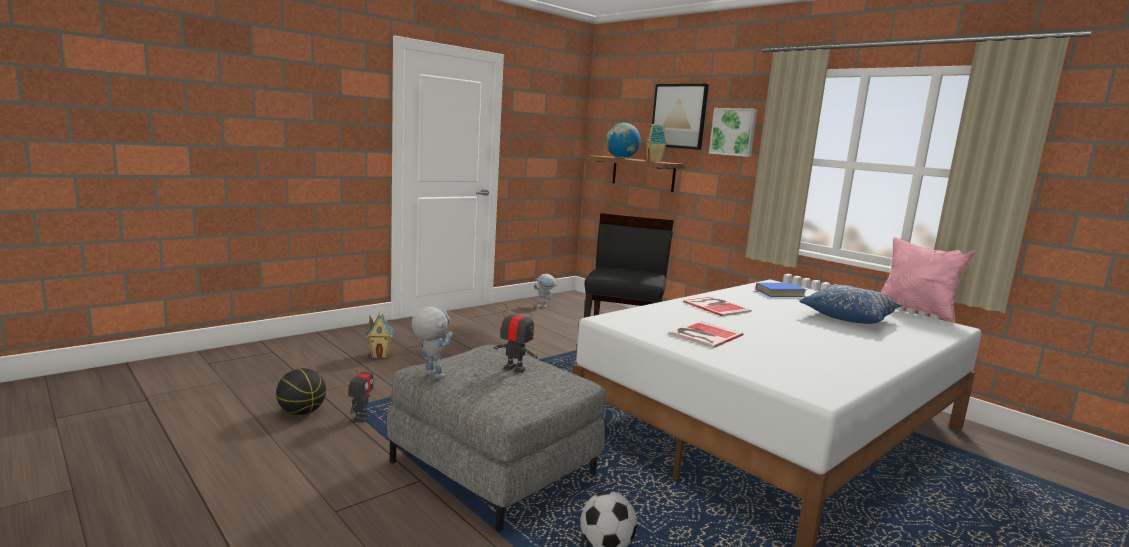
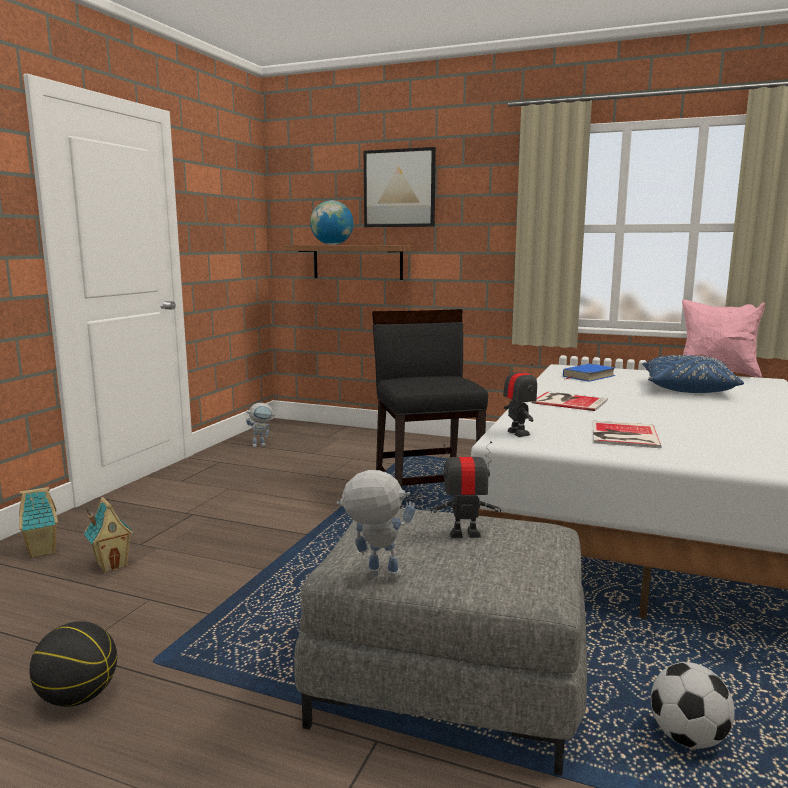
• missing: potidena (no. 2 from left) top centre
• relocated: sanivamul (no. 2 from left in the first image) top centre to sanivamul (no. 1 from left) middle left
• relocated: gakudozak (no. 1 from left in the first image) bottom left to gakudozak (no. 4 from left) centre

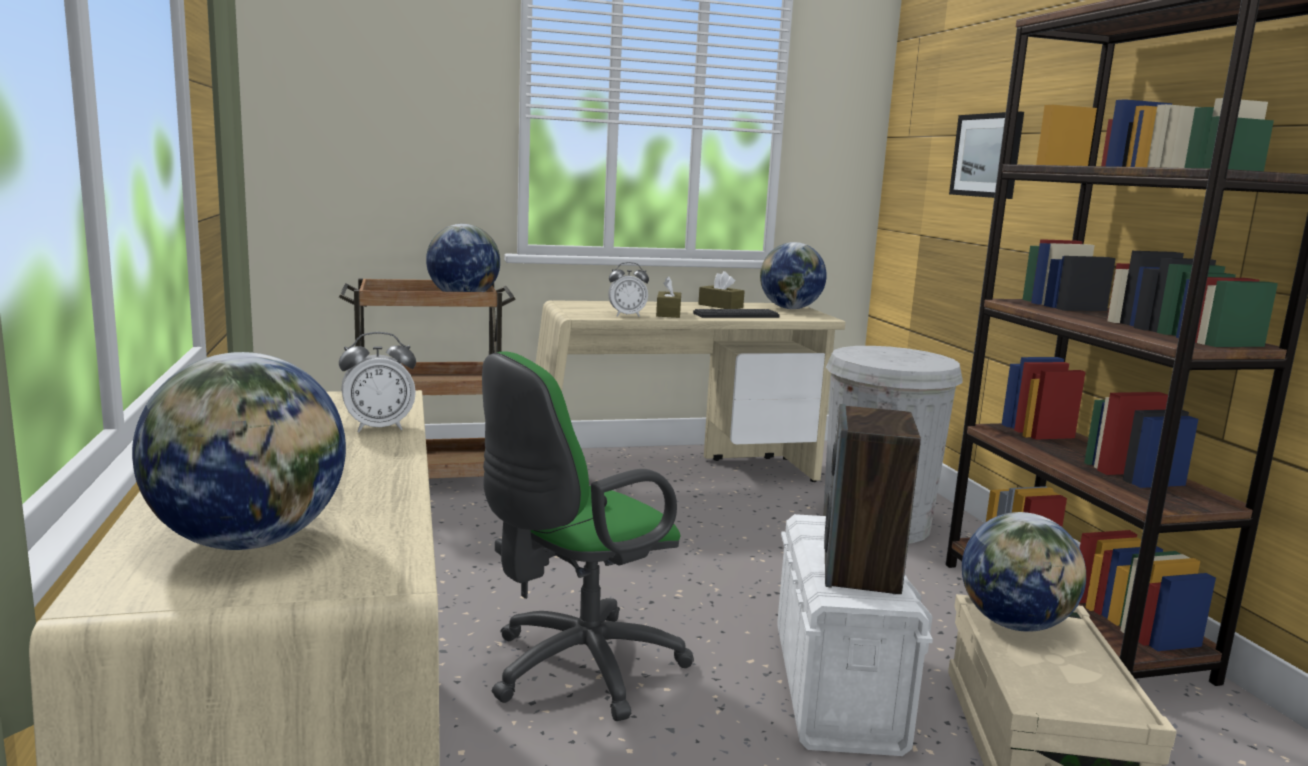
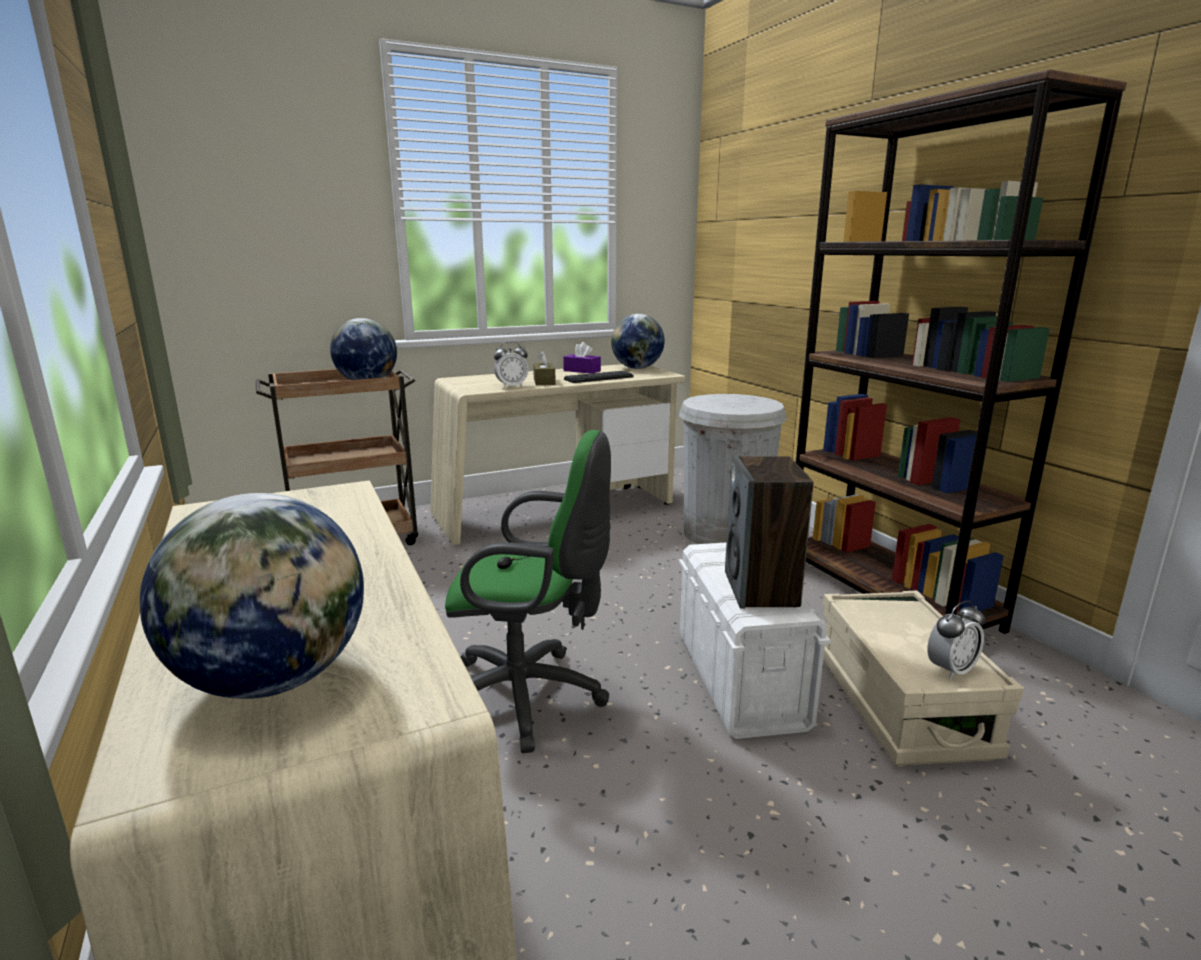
• missing: potidena top right
• colour: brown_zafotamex (no. 2 from left) centre to purple_zafotamex centre
• relocated: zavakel (no. 1 from left in the first image) middle left to zavakel (no. 2 from left) bottom right
• spun: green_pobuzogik bottom centre = centre 120 degrees counterclockwise
• missing: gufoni (no. 4 from left) bottom right

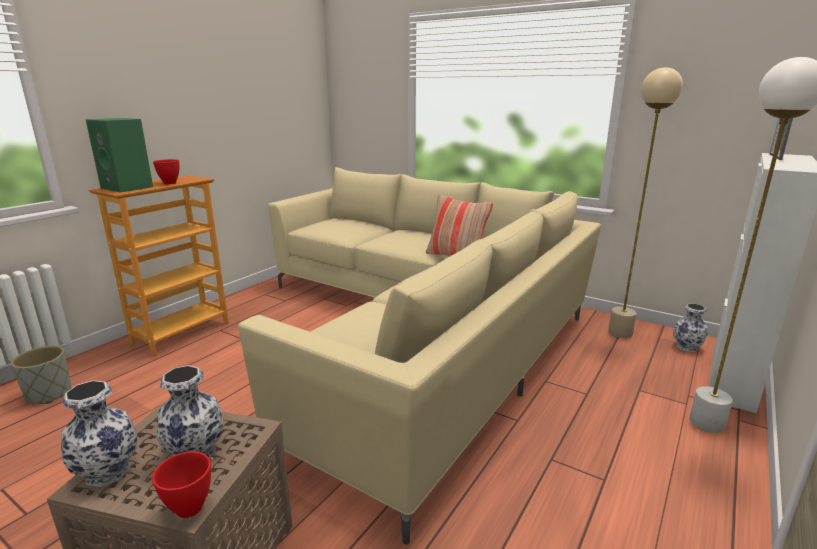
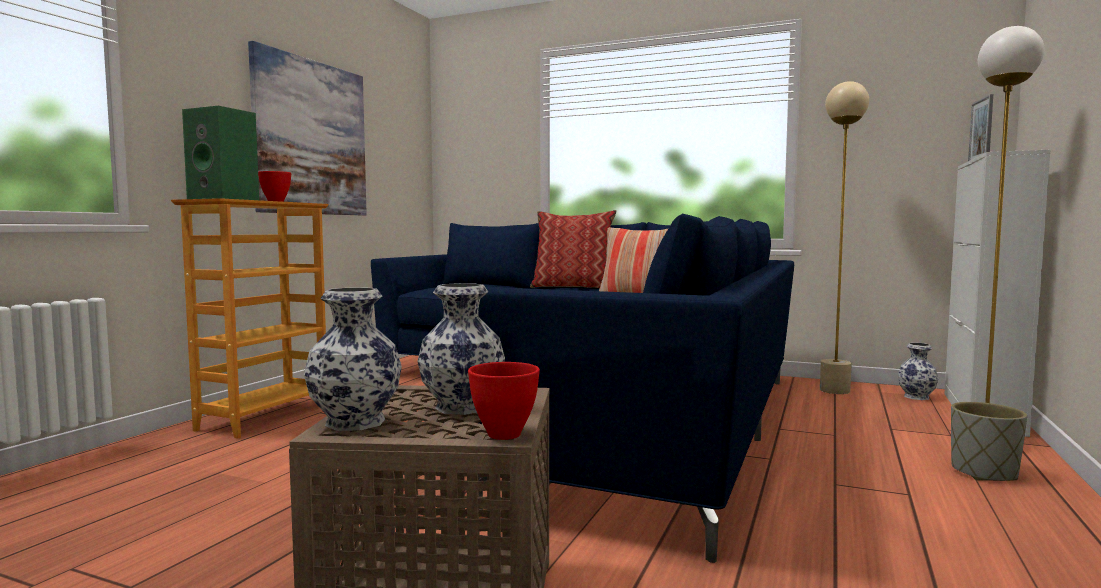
• colour: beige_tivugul centre to blue_tivugul centre
• relocated: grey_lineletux bottom left to bottom right
• appeared: potidena top left
• appeared: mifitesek (no. 1 from left) centre

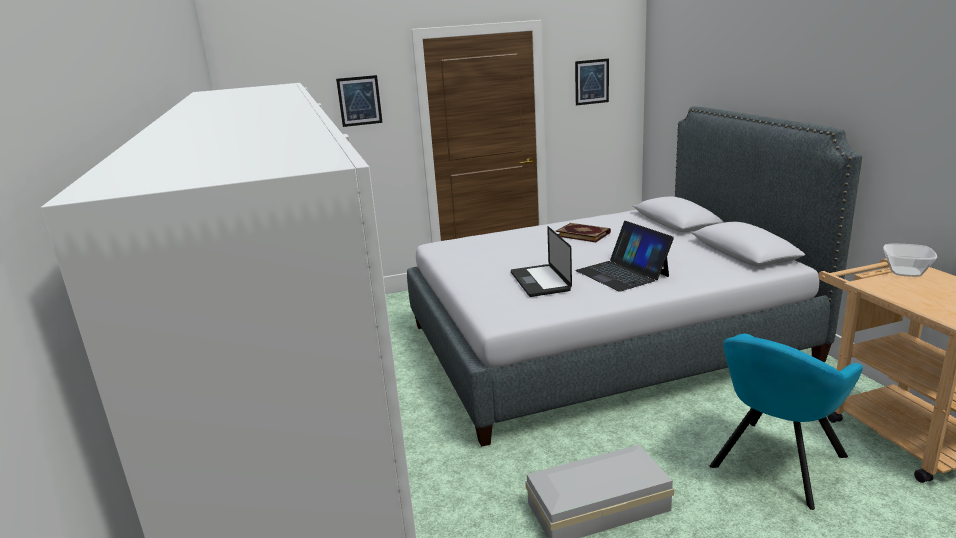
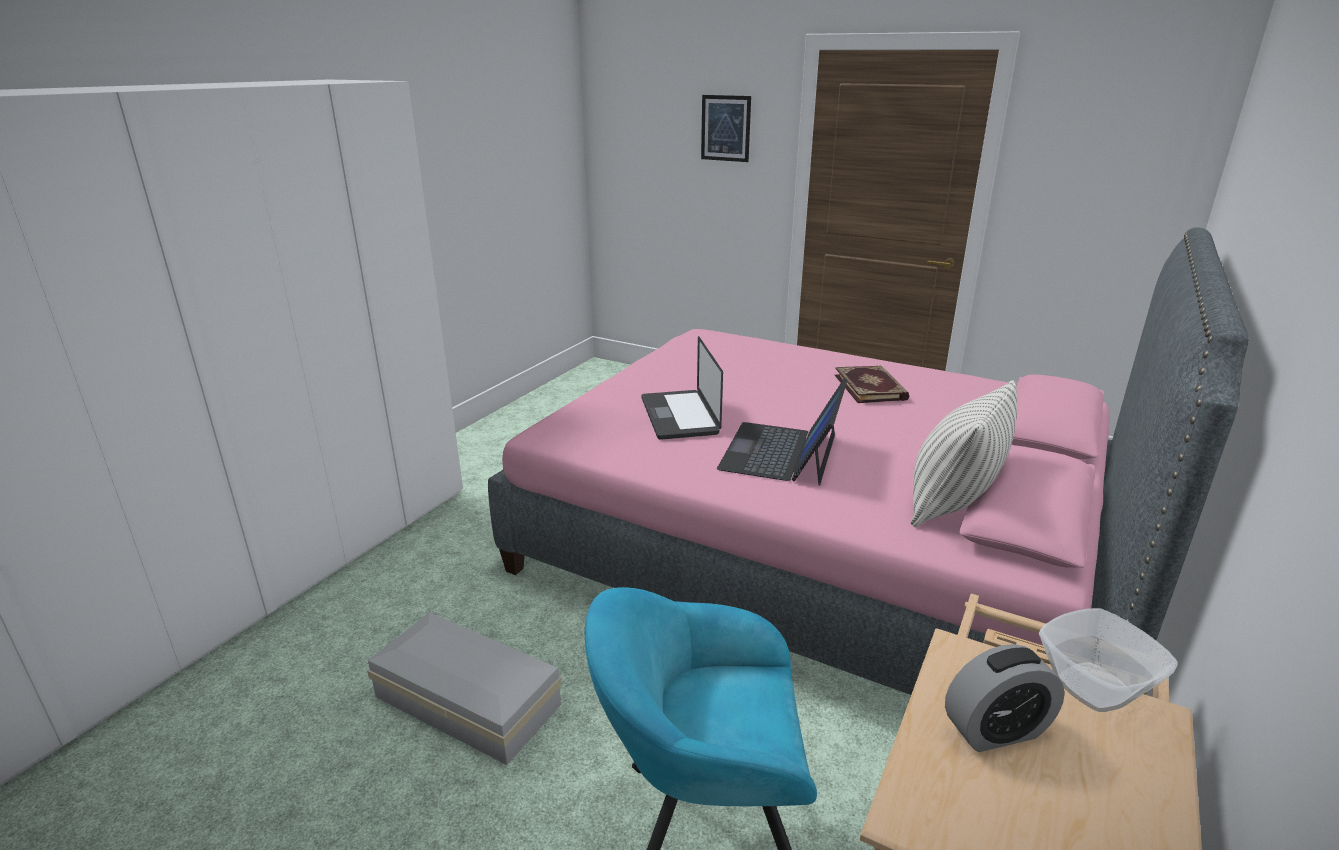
• missing: potidena (no. 2 from left) top centre
• colour: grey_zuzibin centre to pink_zuzibin centre
• spun: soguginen (no. 1 from left) centre = centre 45 degrees counterclockwise
• appeared: mifitesek middle right
• appeared: zavakel bottom right

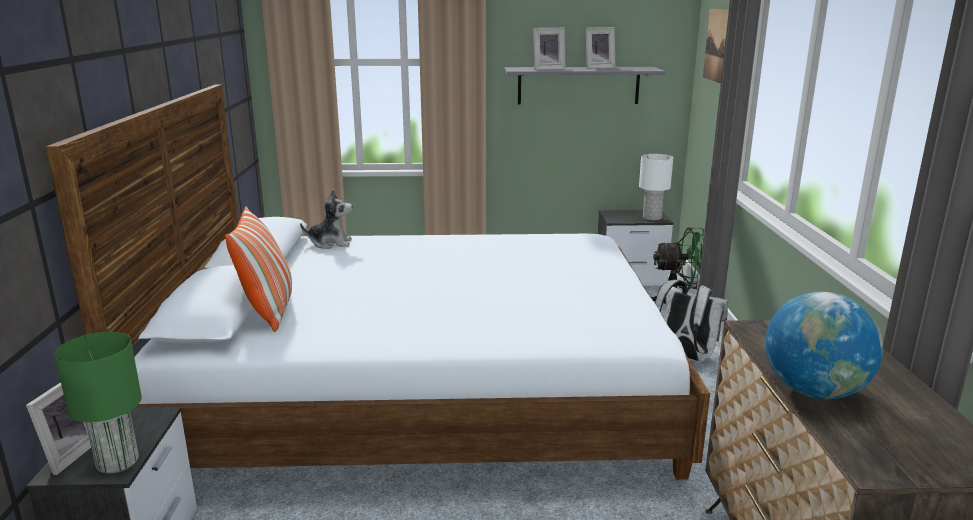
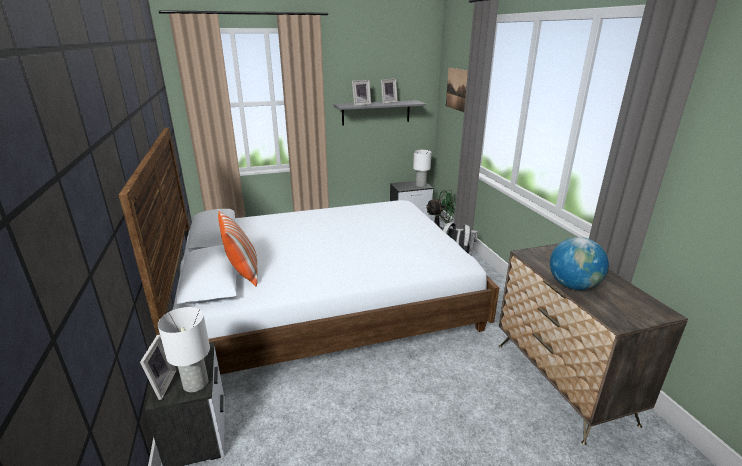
• missing: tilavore centre
• colour: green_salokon bottom left to white_salokon (no. 1 from left) bottom left

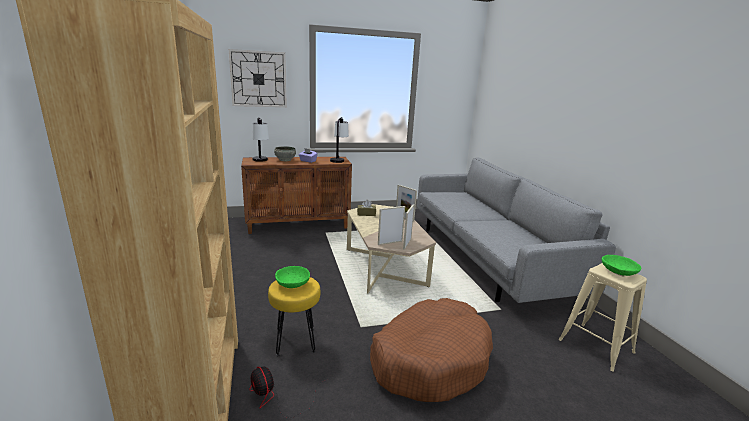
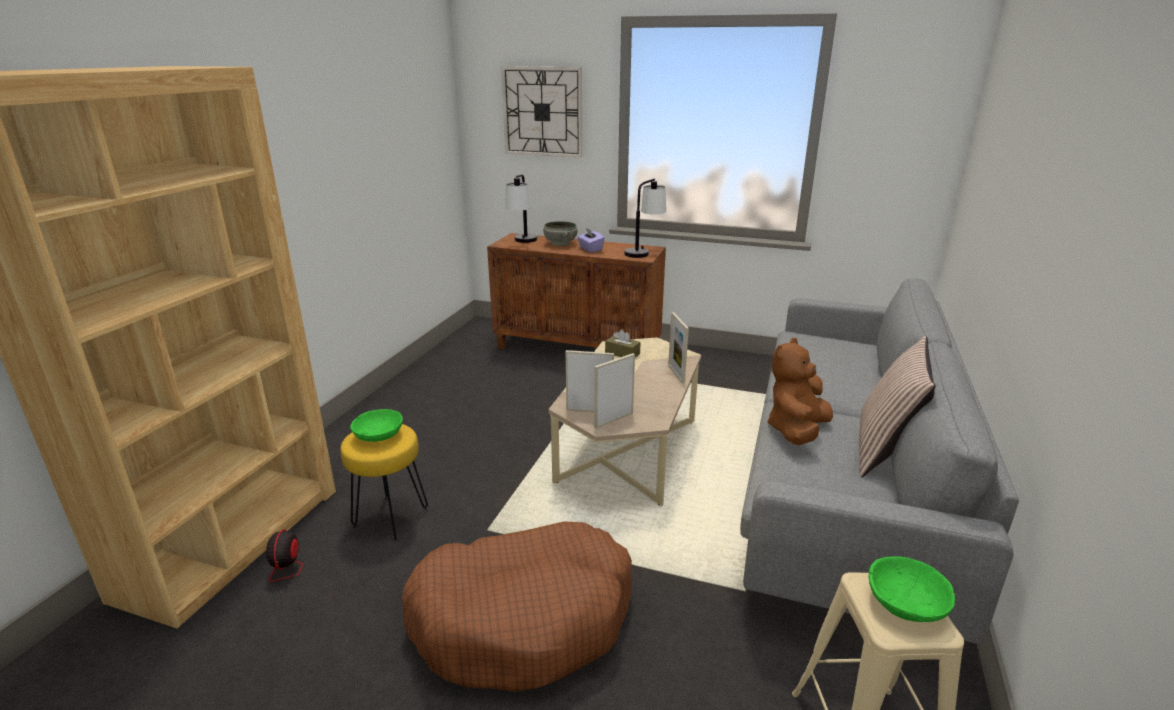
• appeared: mifitesek middle right
• appeared: brown_tilavore middle right

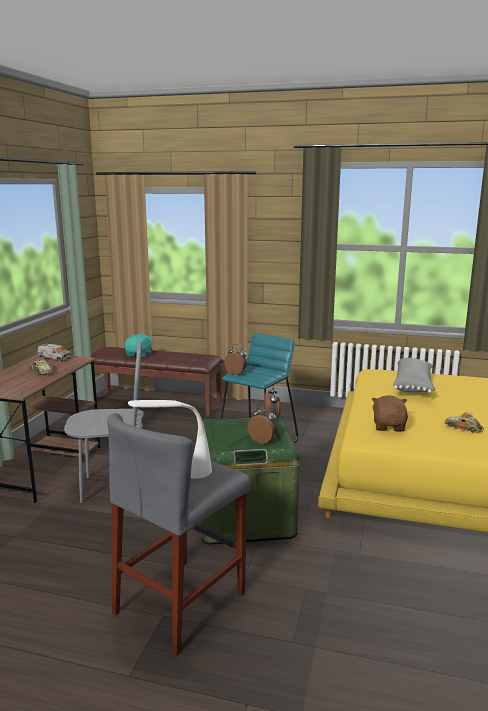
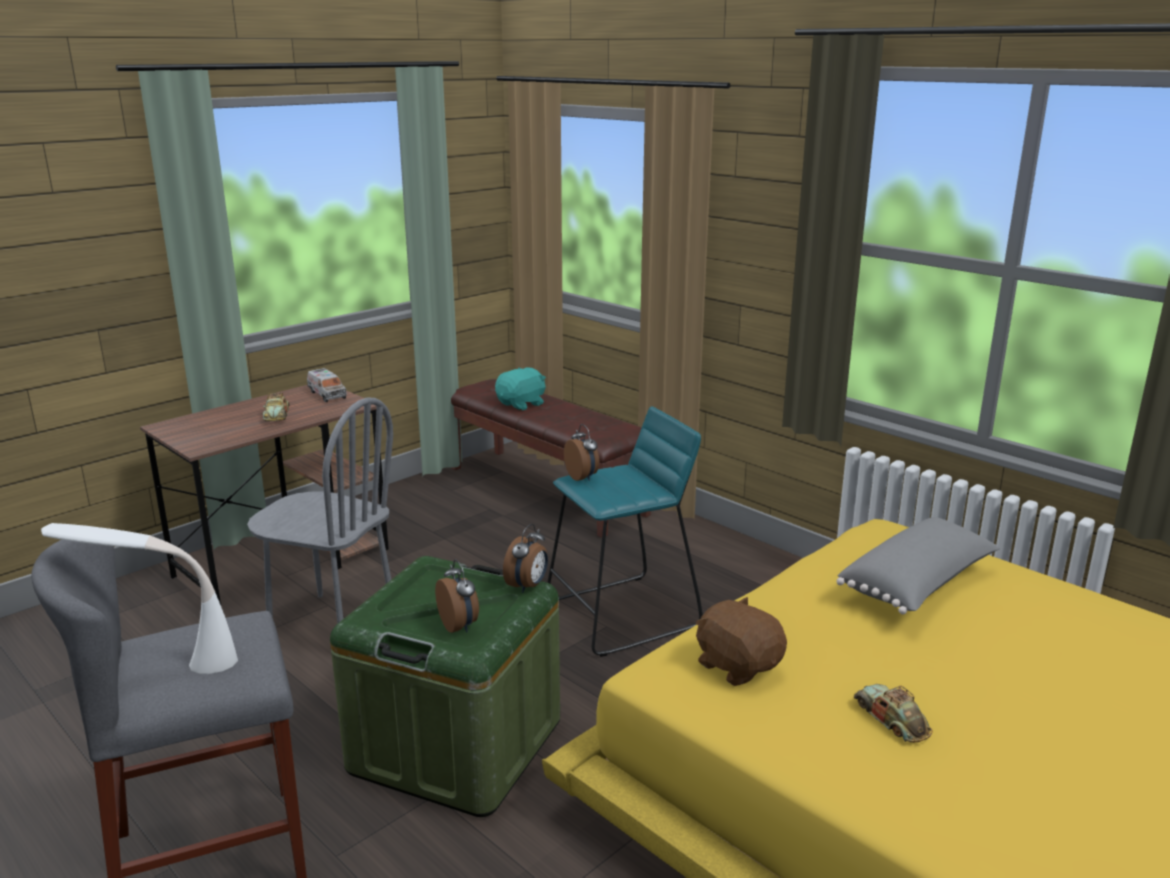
• spun: brown_tilavore middle right = bottom centre 75 degrees counterclockwise

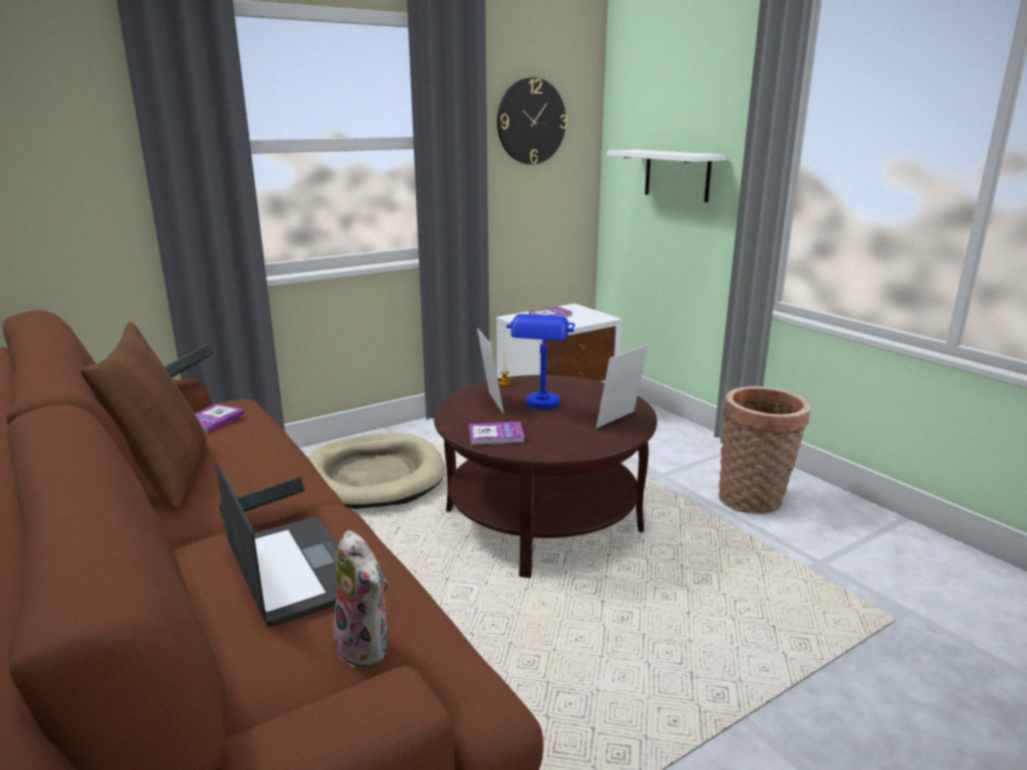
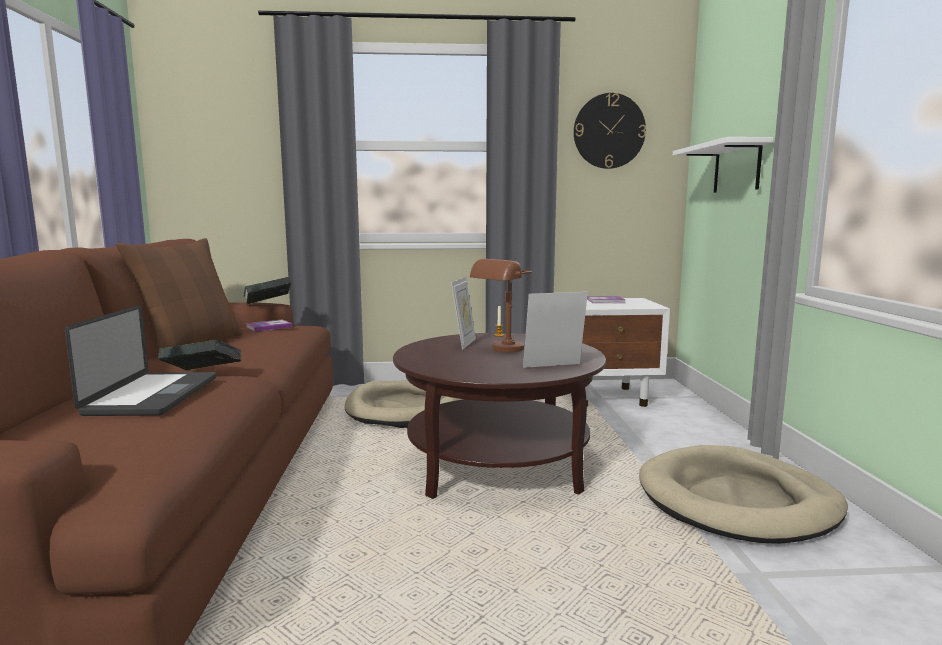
• colour: blue_salokon centre to brown_salokon centre
• exchanged: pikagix middle right to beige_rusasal (no. 2 from left) bottom right
• missing: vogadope (no. 4 from left) centre
• missing: tilavore bottom centre

